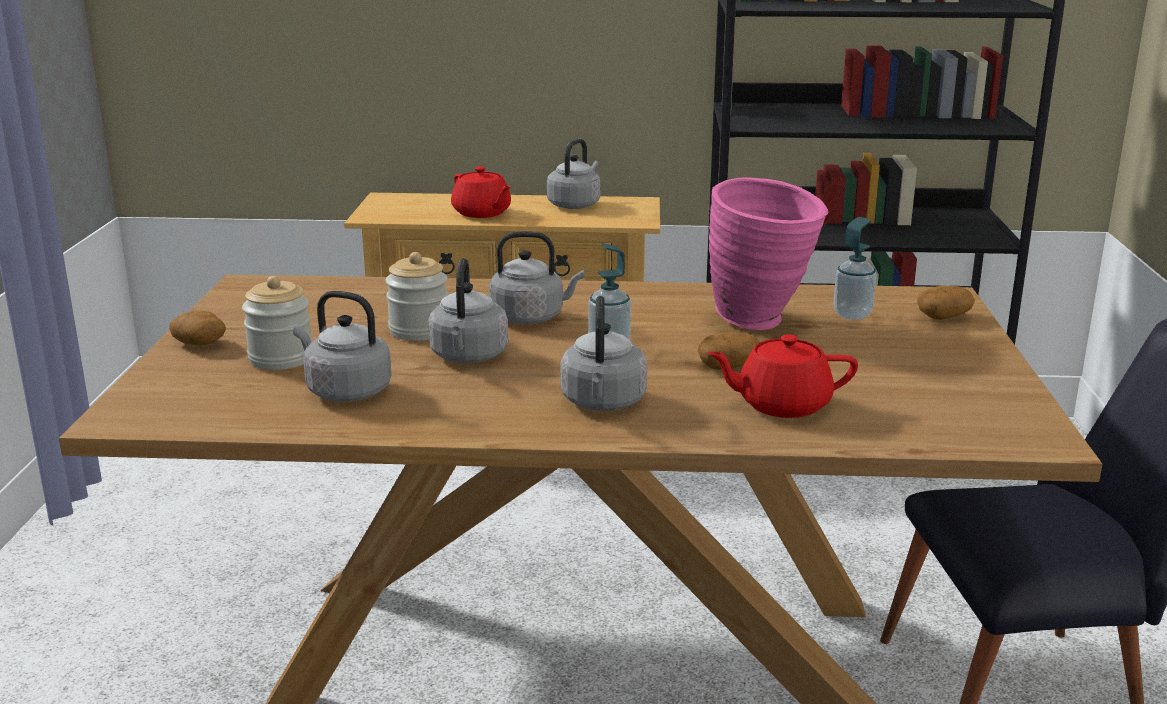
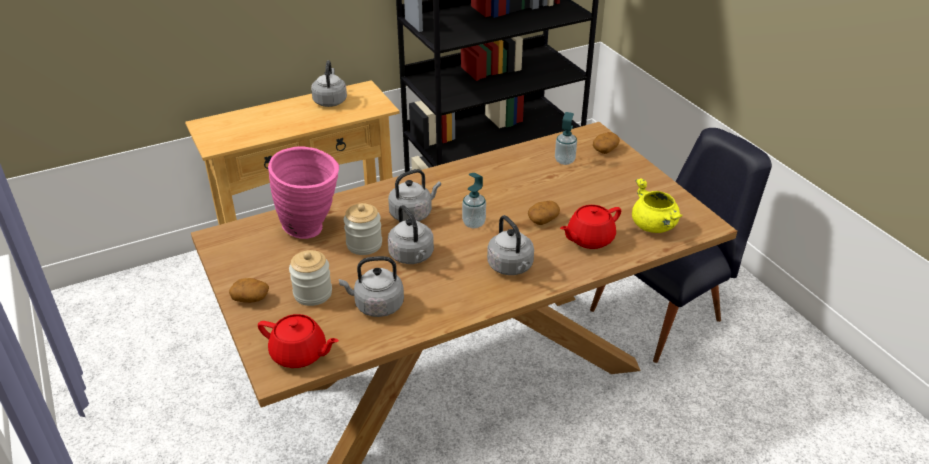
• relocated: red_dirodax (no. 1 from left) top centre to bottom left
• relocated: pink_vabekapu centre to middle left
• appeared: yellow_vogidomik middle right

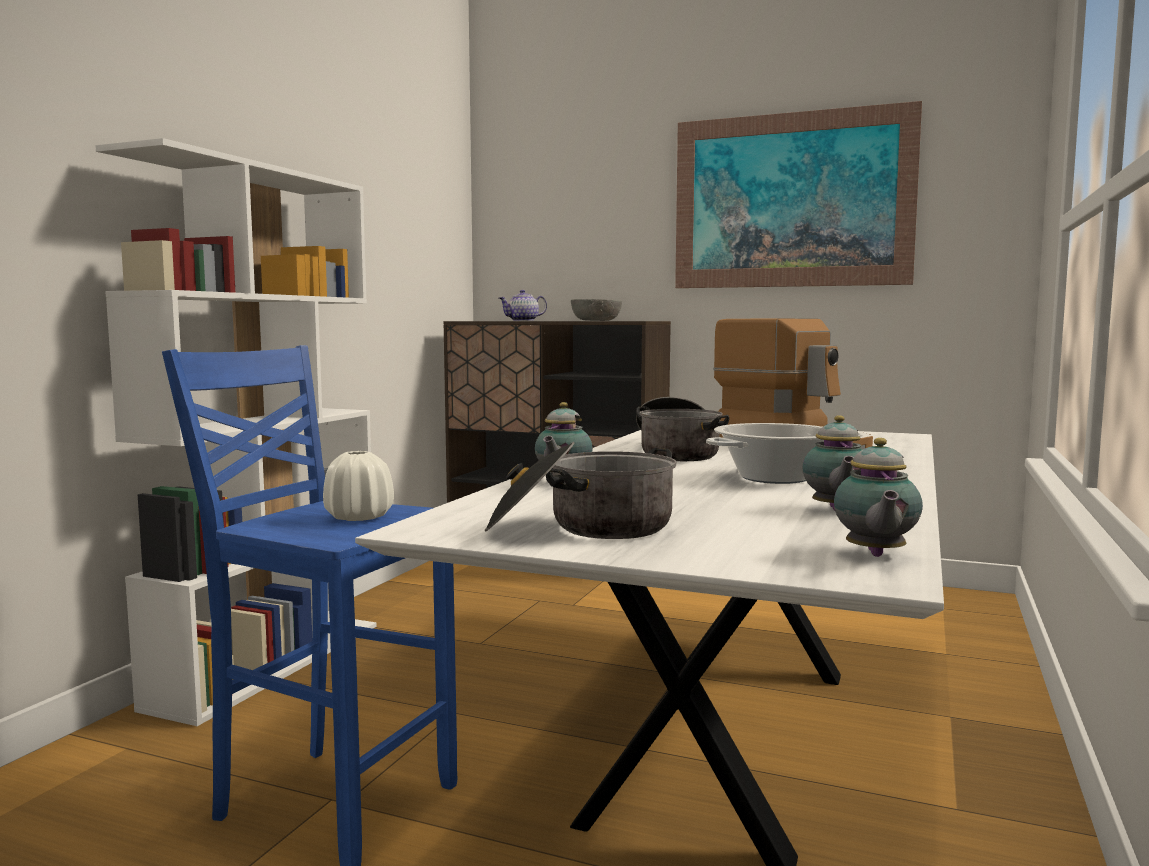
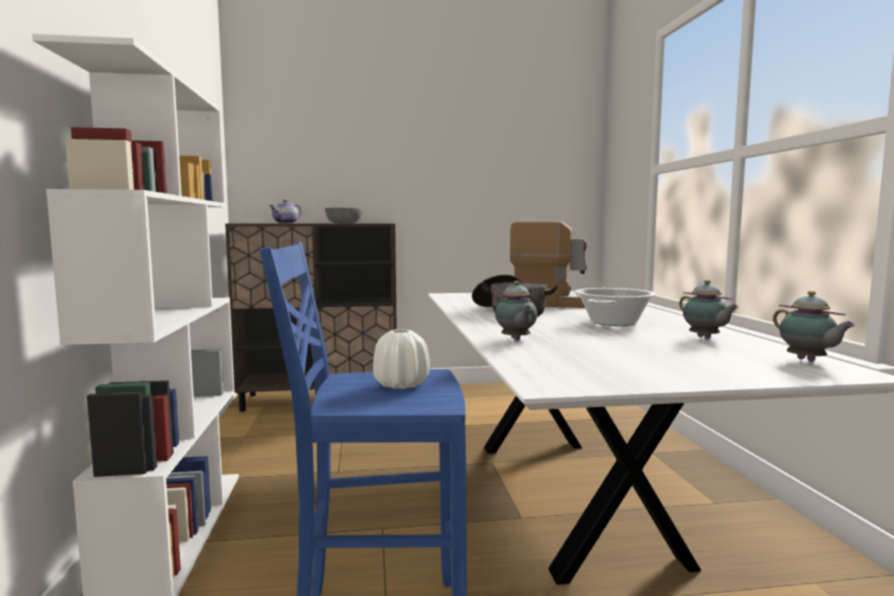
• missing: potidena top right
• missing: vogidomik (no. 1 from left) centre

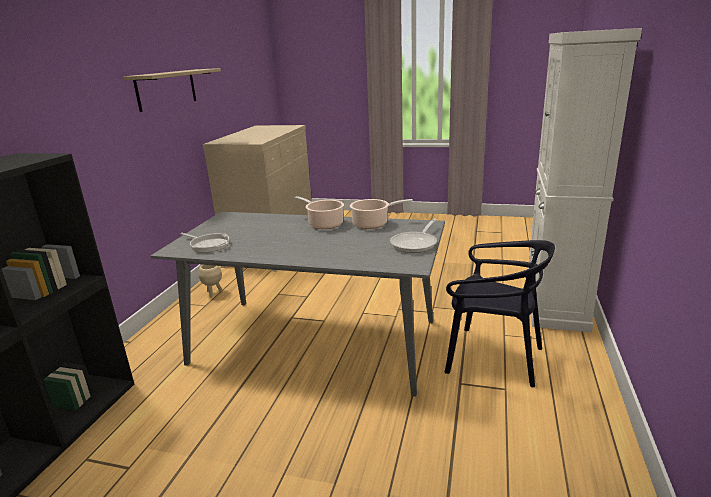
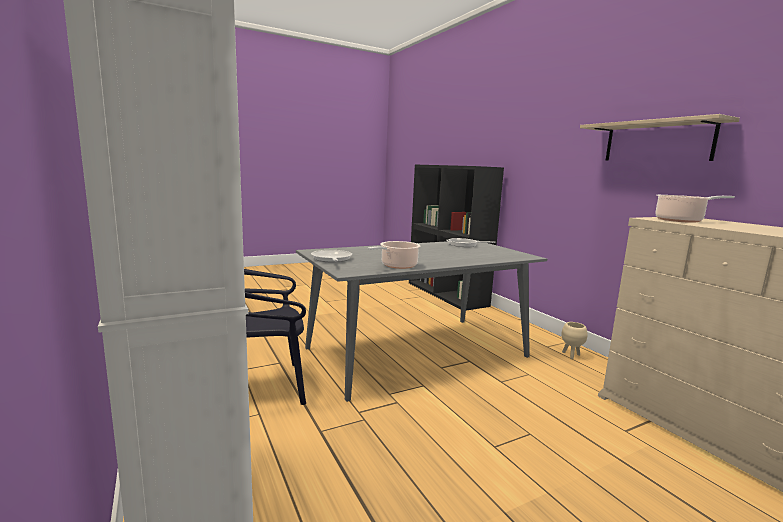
• relocated: vogidomik (no. 1 from left in the first image) centre to vogidomik (no. 2 from left) middle right

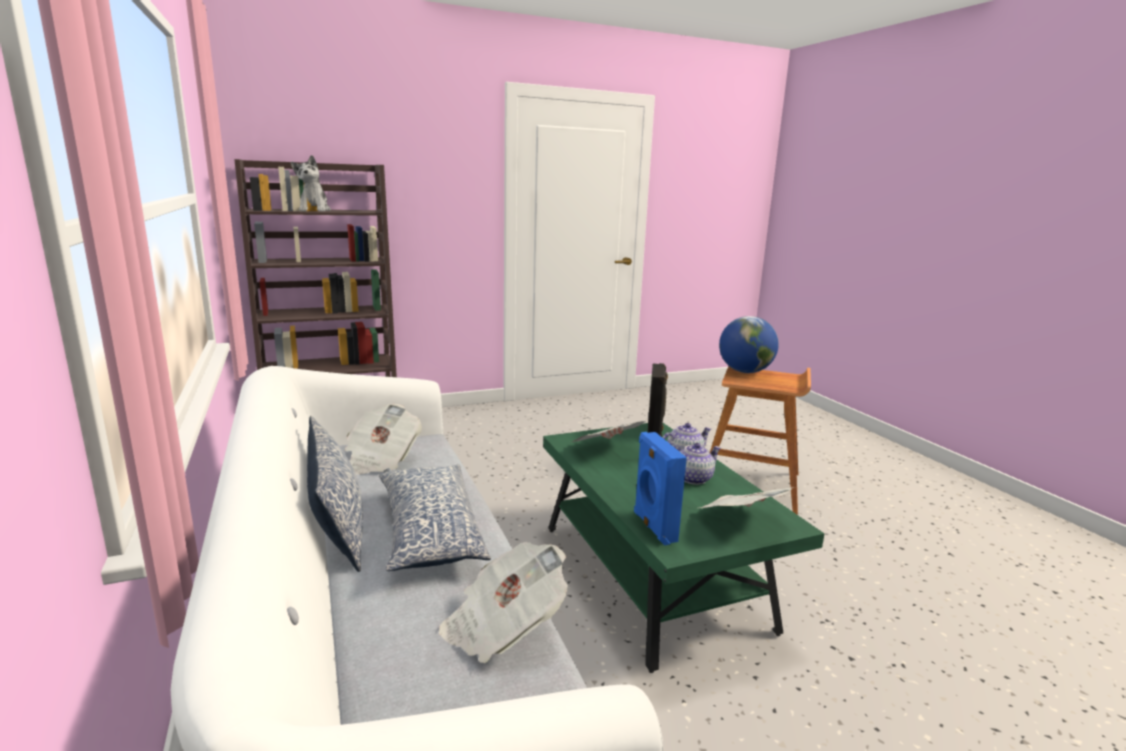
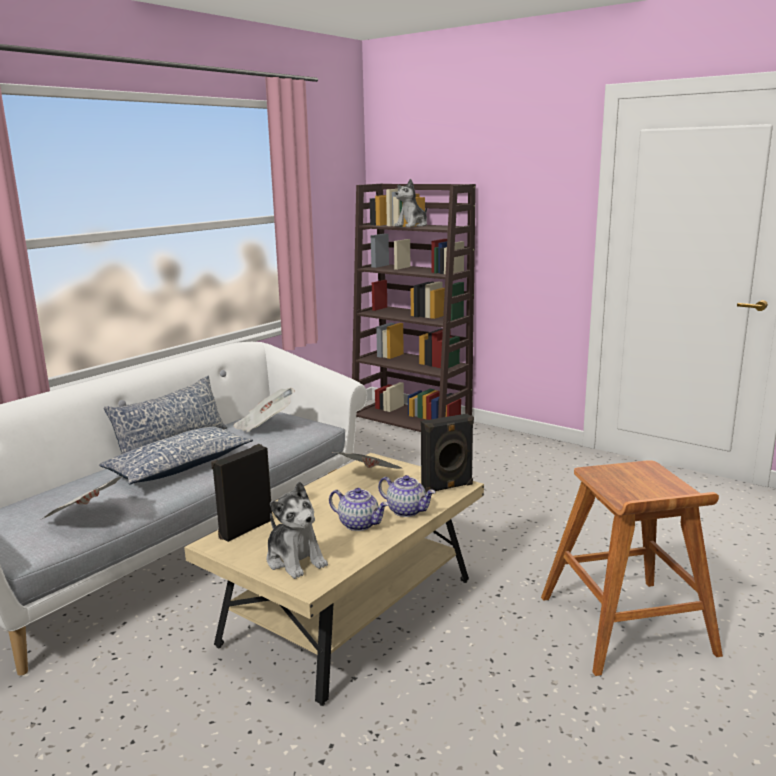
• missing: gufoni centre
• colour: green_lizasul bottom centre to beige_lizasul bottom centre
• colour: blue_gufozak centre to black_gufozak (no. 1 from left) middle left
• exchanged: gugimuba (no. 4 from left) centre to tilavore (no. 1 from left) bottom centre

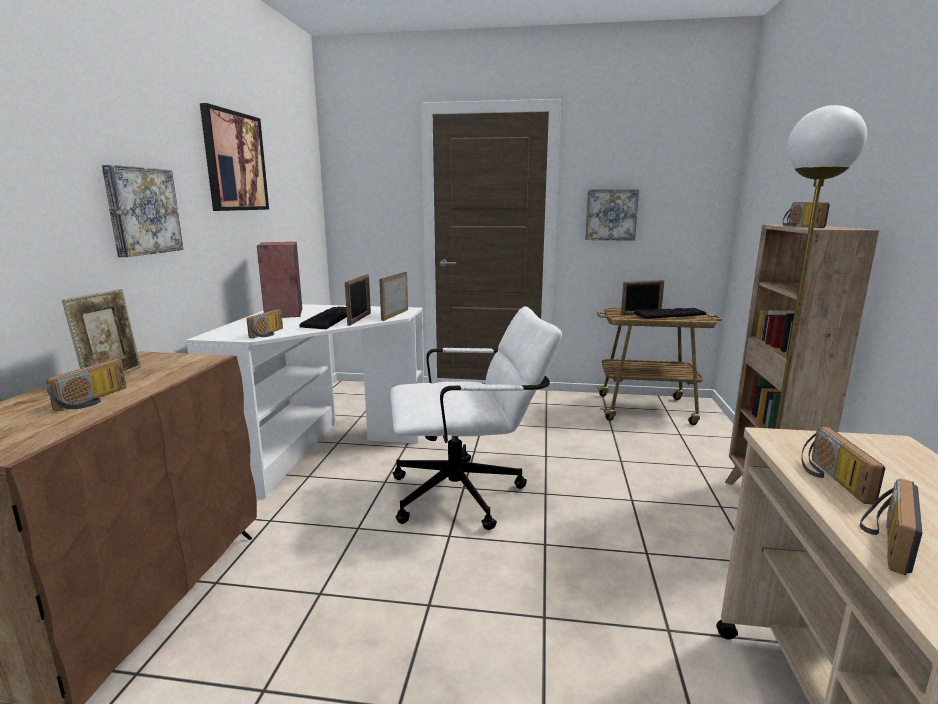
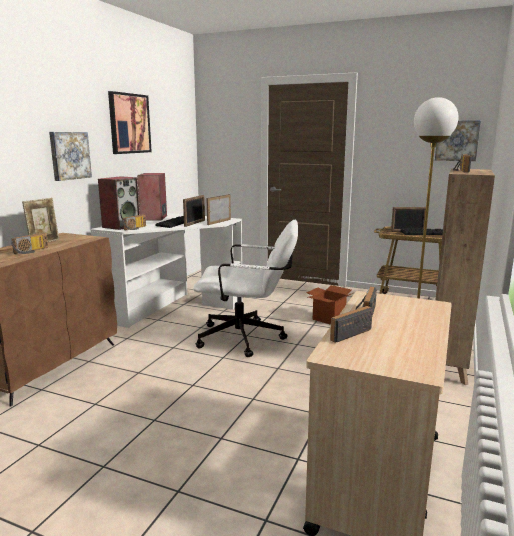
• relocated: potidena (no. 3 from left) top centre to top right
• appeared: gufozak (no. 1 from left) middle left
• appeared: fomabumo centre

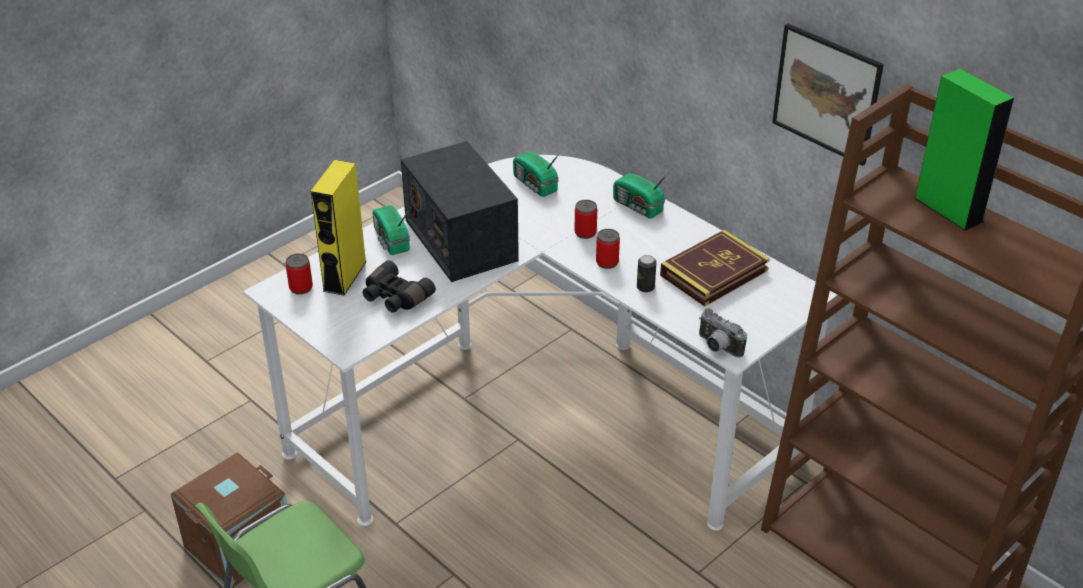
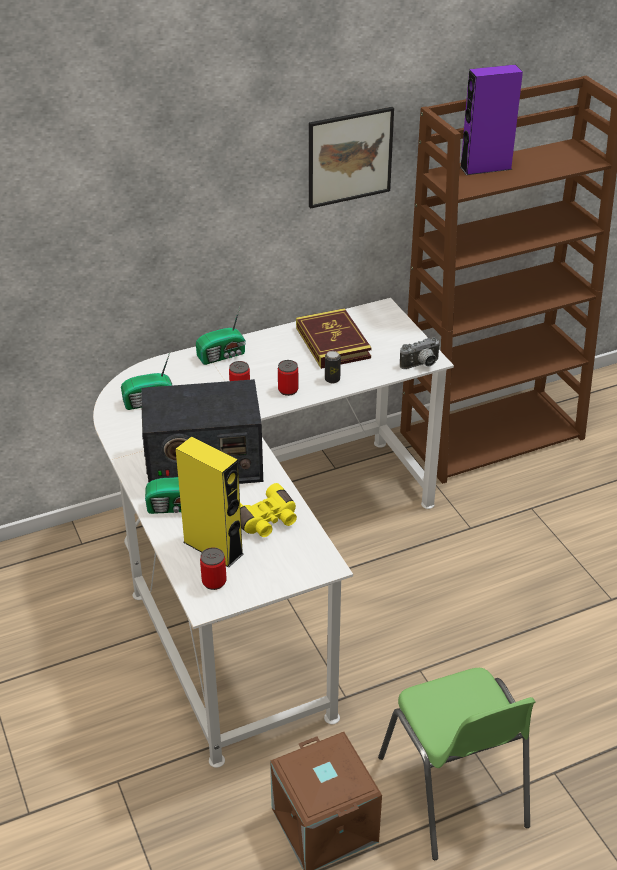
• colour: green_gufozak top right to purple_gufozak top right
• colour: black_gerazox centre to yellow_gerazox centre

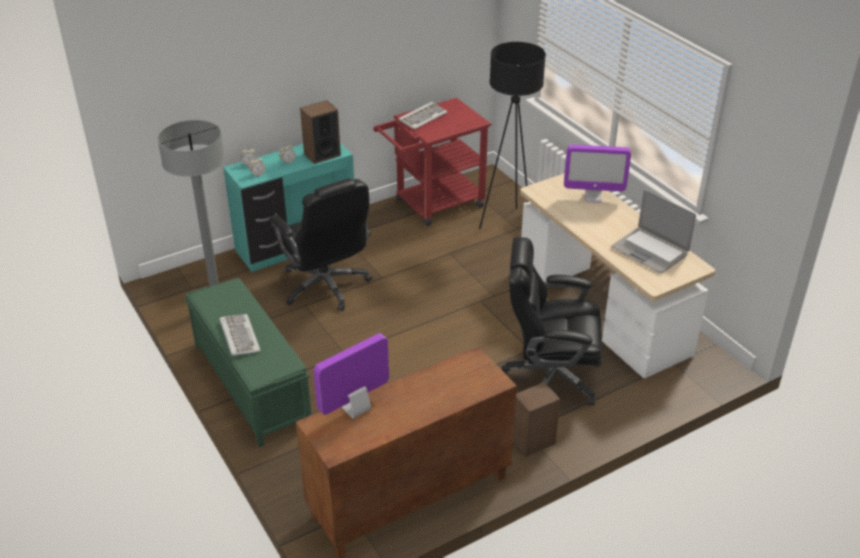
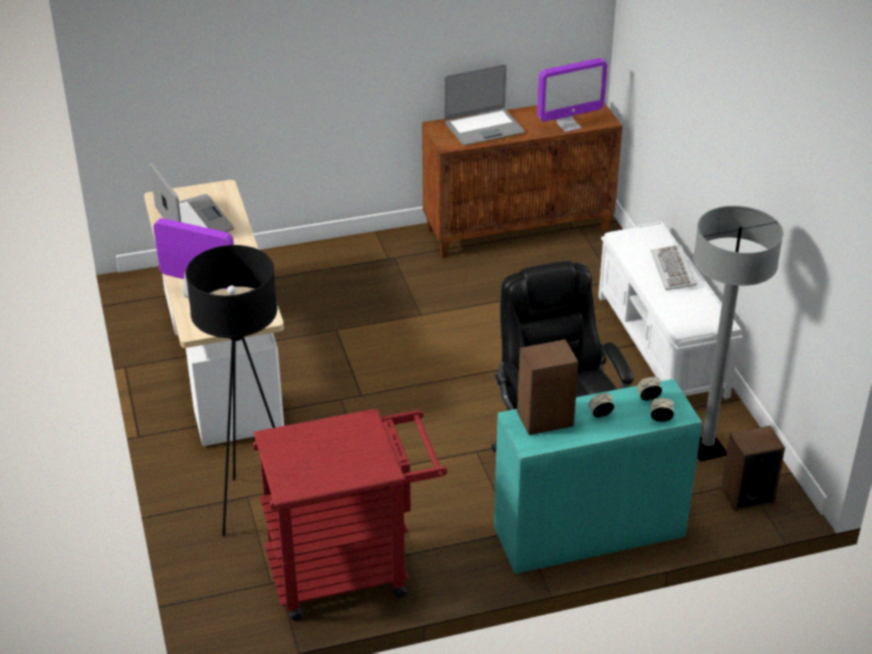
• missing: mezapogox (no. 2 from left) top centre
• missing: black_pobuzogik (no. 2 from left) centre
• colour: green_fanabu middle left to white_fanabu middle right
• relocated: gufozak (no. 2 from left) bottom centre to bottom right
• appeared: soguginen (no. 2 from left) top centre

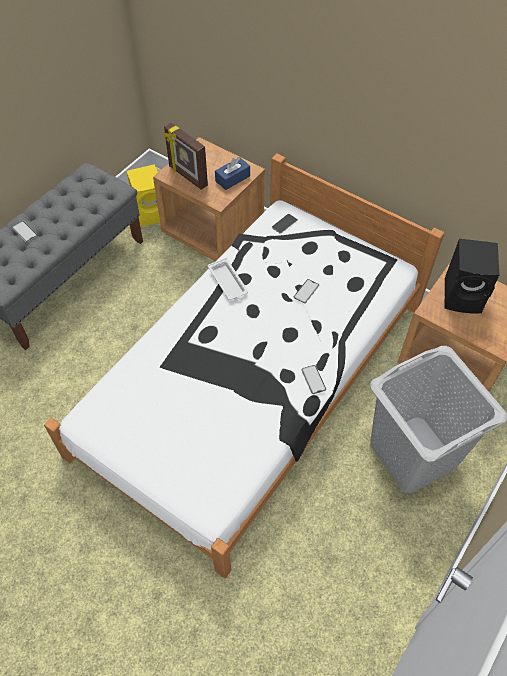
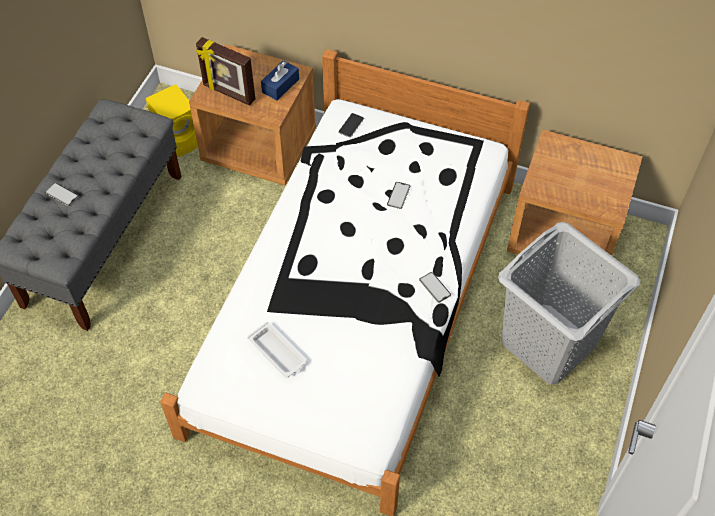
• missing: black_gufozak middle right
• relocated: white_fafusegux centre to bottom centre

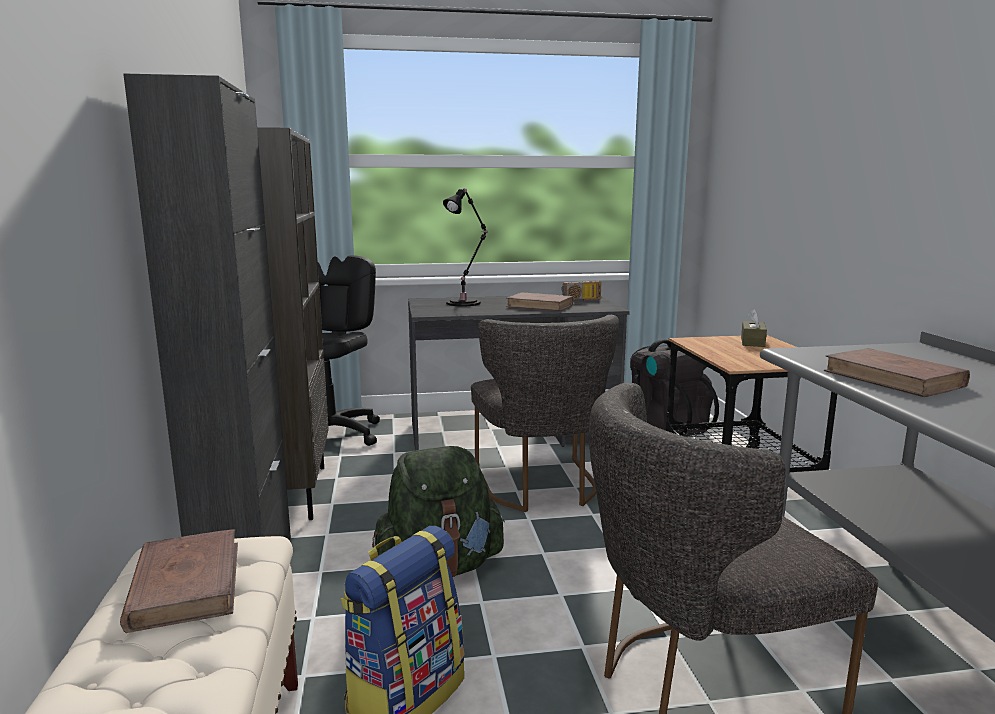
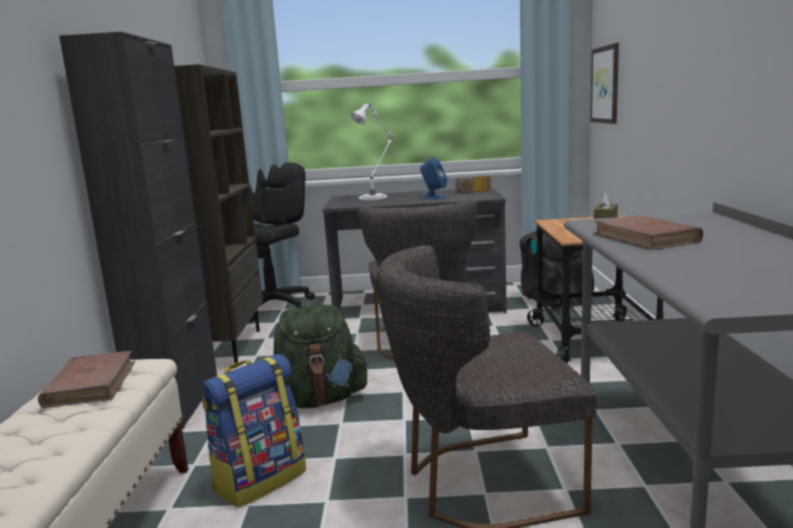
• colour: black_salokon centre to white_salokon top centre
• exchanged: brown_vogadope (no. 2 from left) centre to blue_gufozak centre
• appeared: potidena top right

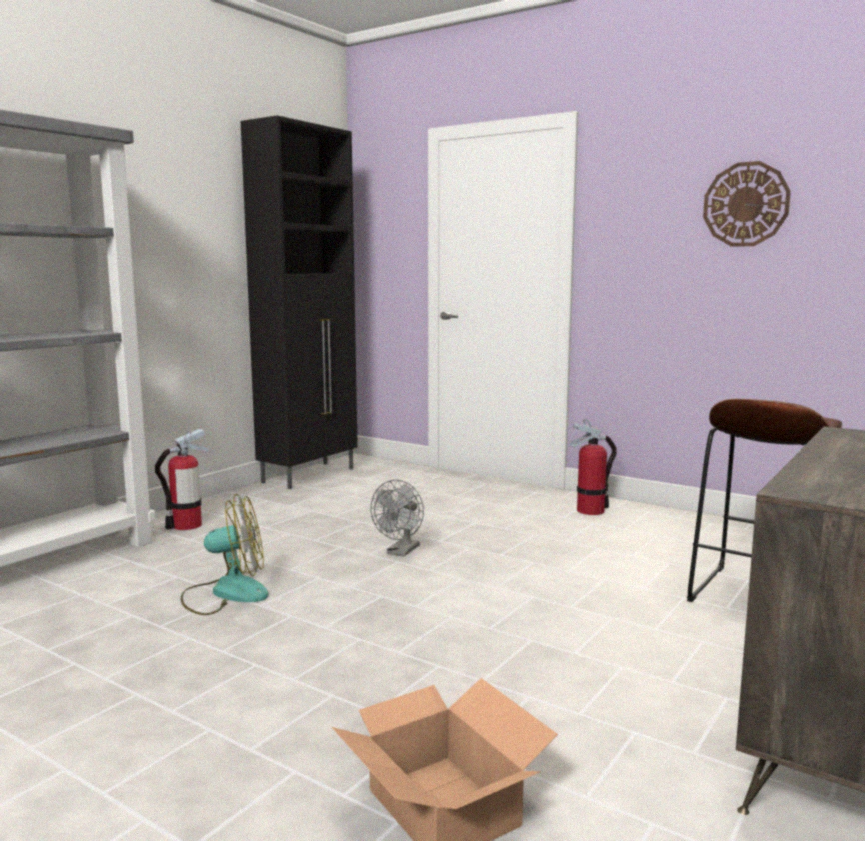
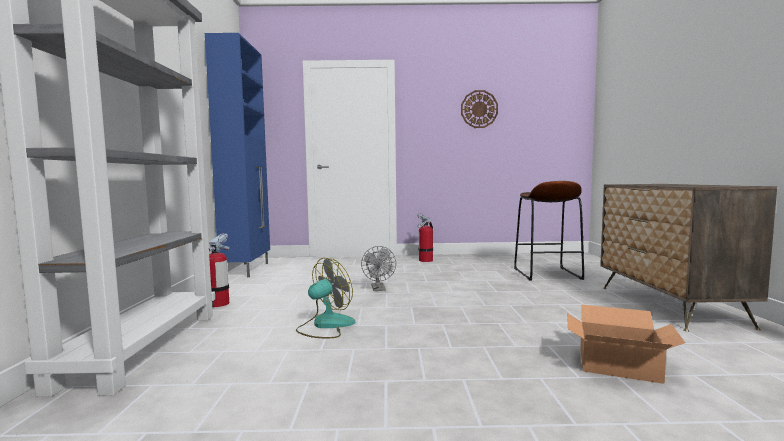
• colour: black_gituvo centre to blue_gituvo middle left

